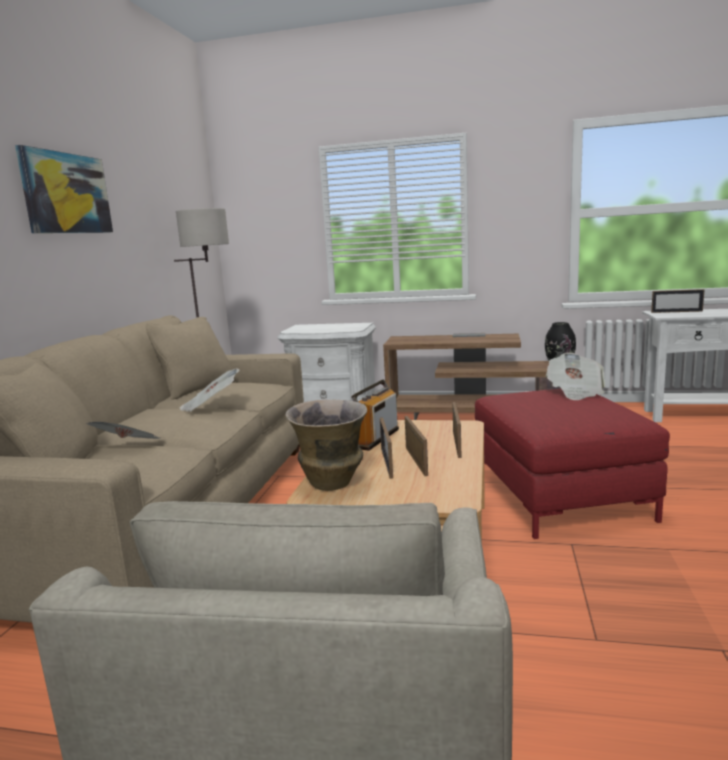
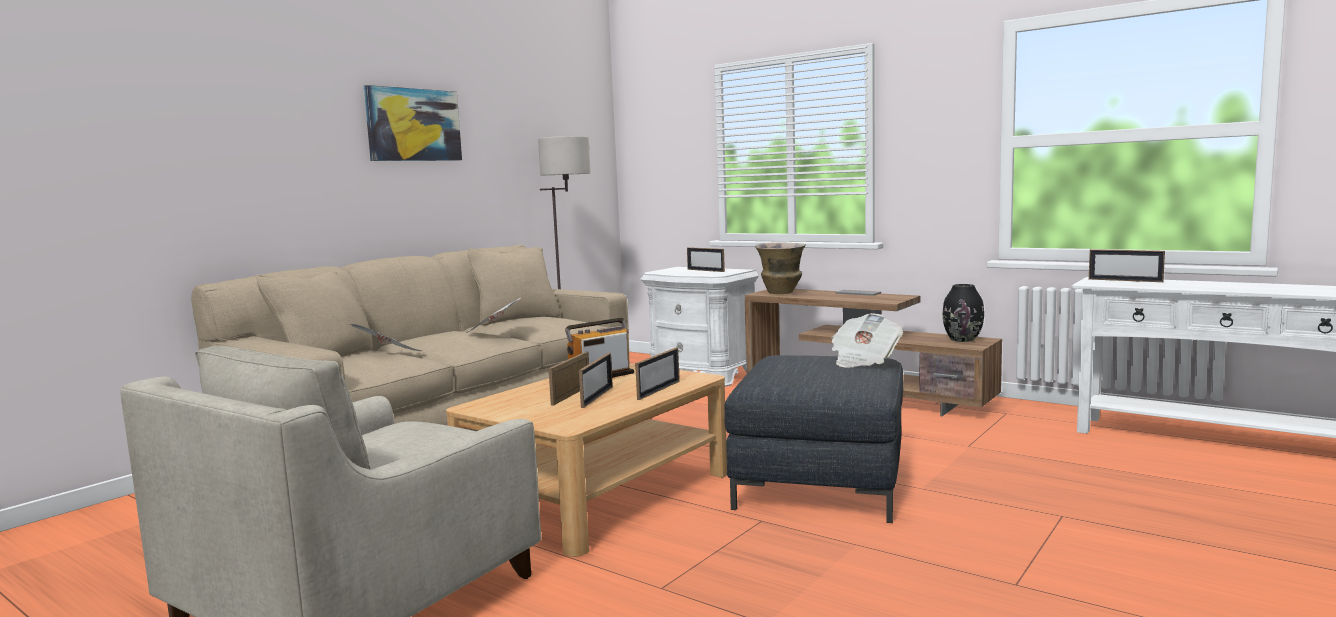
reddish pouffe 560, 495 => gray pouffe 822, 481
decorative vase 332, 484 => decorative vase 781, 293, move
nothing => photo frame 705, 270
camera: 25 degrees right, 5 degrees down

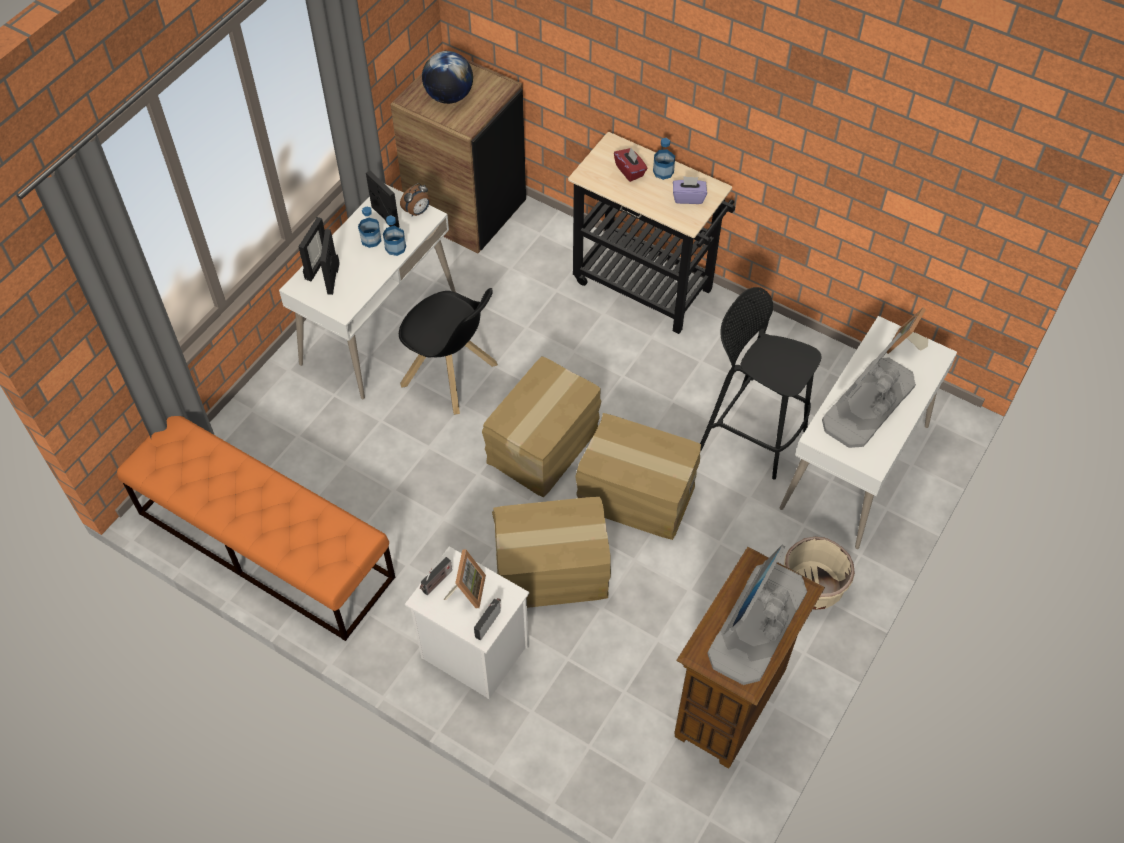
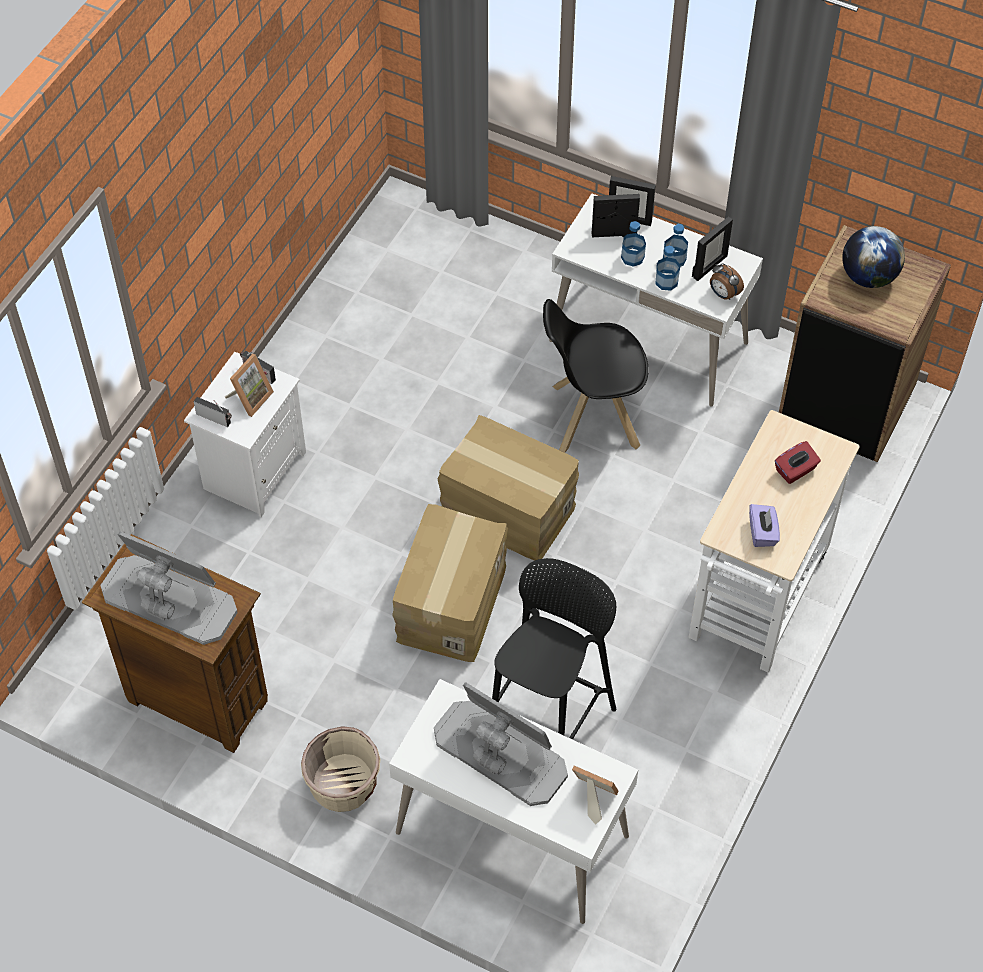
black cart 645, 287 => white-coloured cart 757, 598
bottle 663, 171 => bottle 632, 257, move
black upright chair 451, 376 => black upright chair 592, 416, 60 degrees clockwise
orange-coloured indoor bench 264, 544 => nothing
packing box 551, 572 => nothing
photo frame 467, 590 => photo frame 250, 398, 60 degrees counterclockwise
camera: 85 degrees right, 0 degrees up

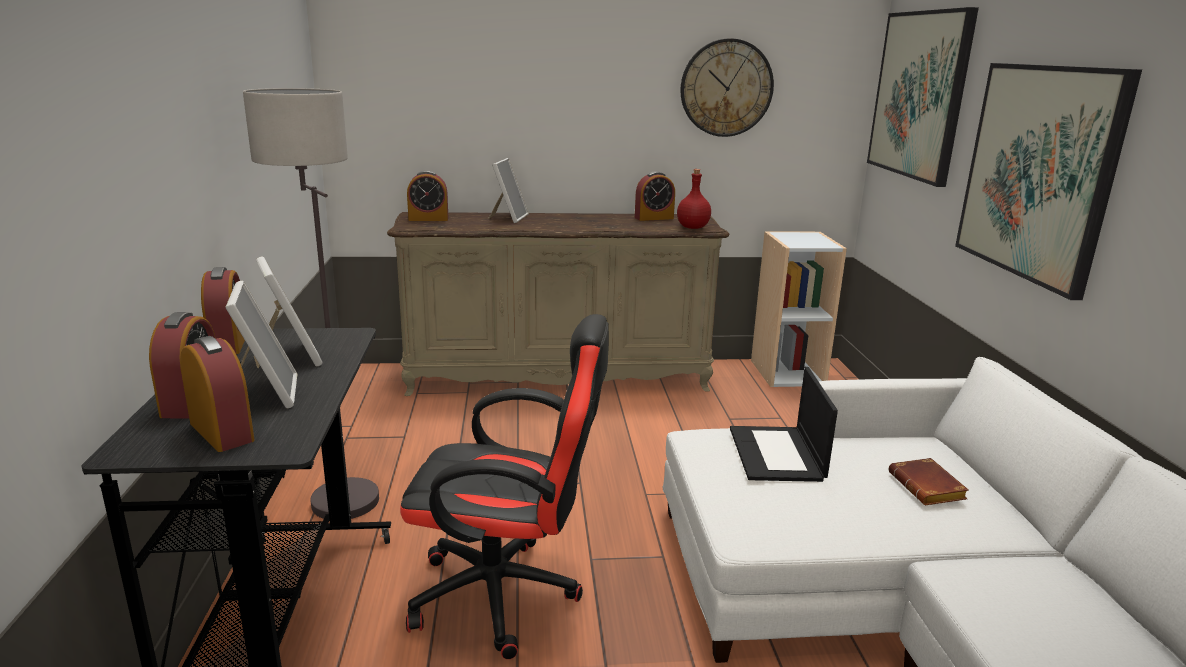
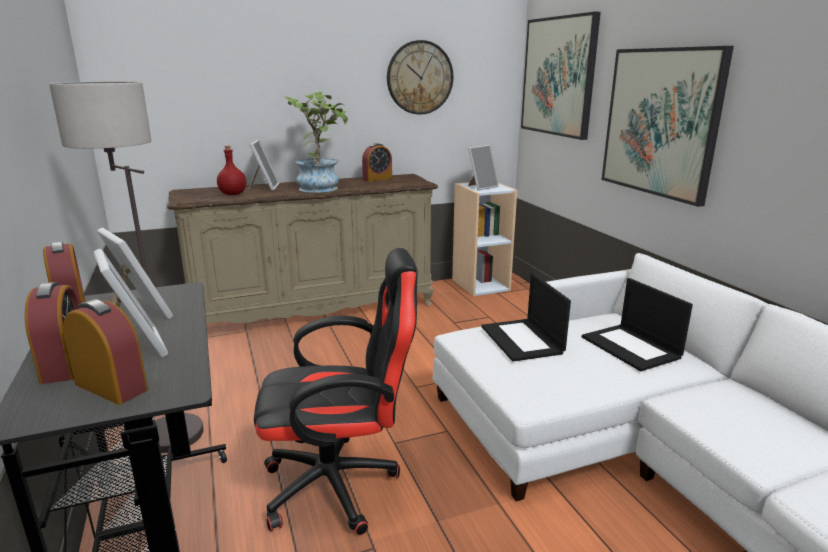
reddish bottle 692, 227 => reddish bottle 232, 194, move
alarm clock 428, 219 => nothing
brown volume 929, 488 => laptop 632, 347
nothing => plant in a pot 321, 187
nothing => photo frame 481, 187
camera: 15 degrees left, 0 degrees up

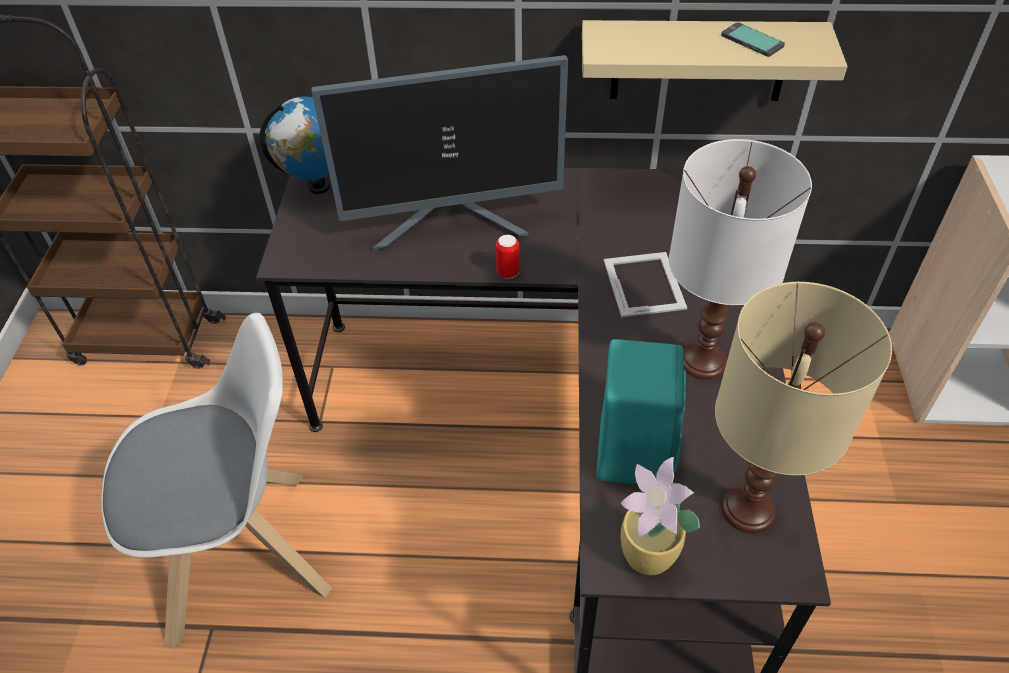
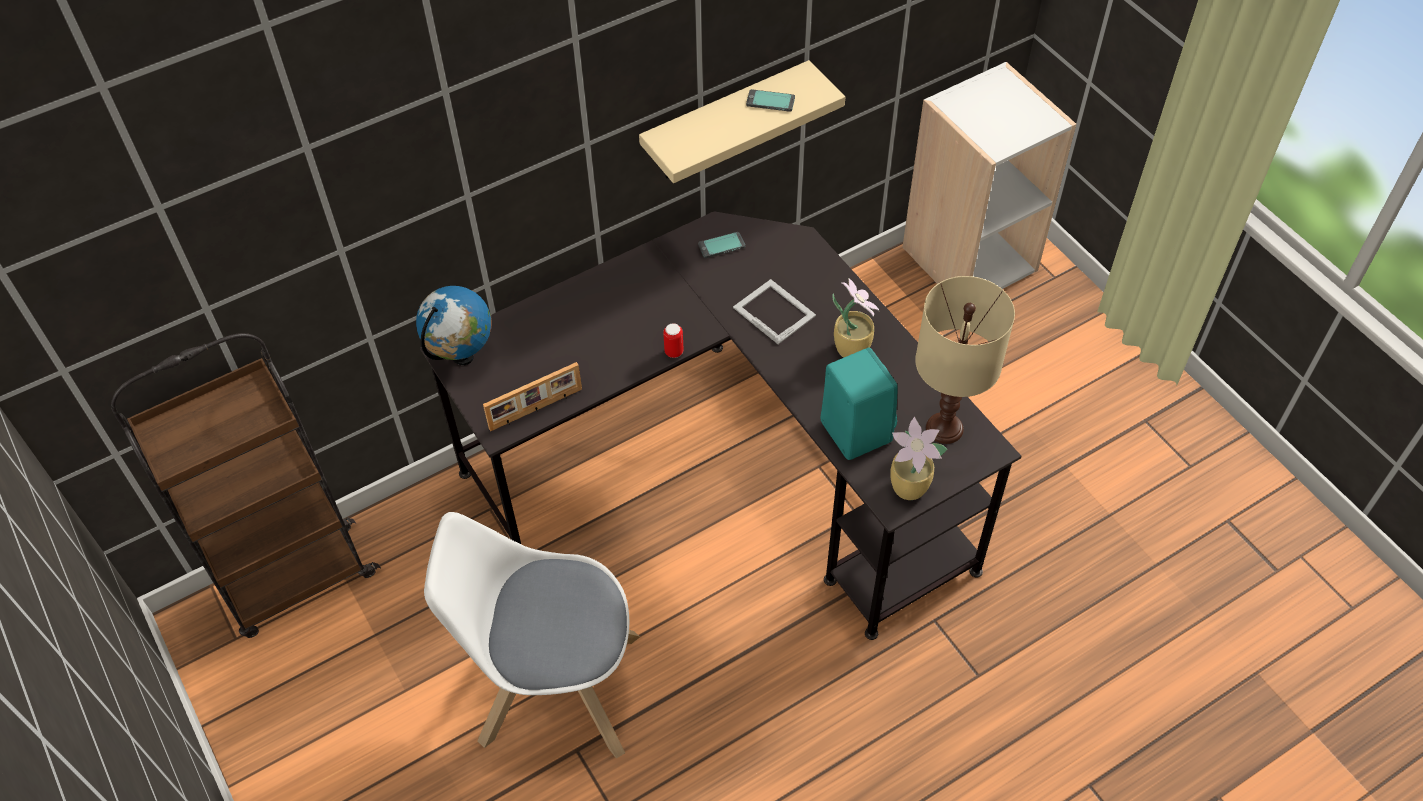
computer screen 452, 221 => nothing
white-coloured lamp for a table 702, 360 => plant in a pot 851, 347
upright chair 246, 553 => upright chair 554, 687, 120 degrees counterclockwise
nothing => handset 721, 246
nothing => photo frame 536, 409
camera: 35 degrees left, 5 degrees up

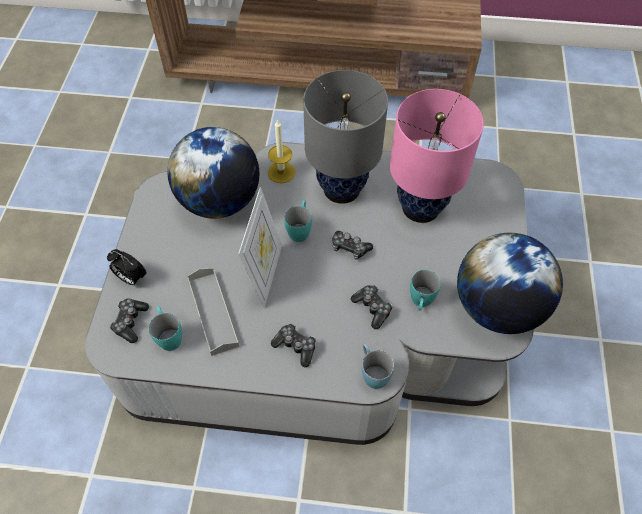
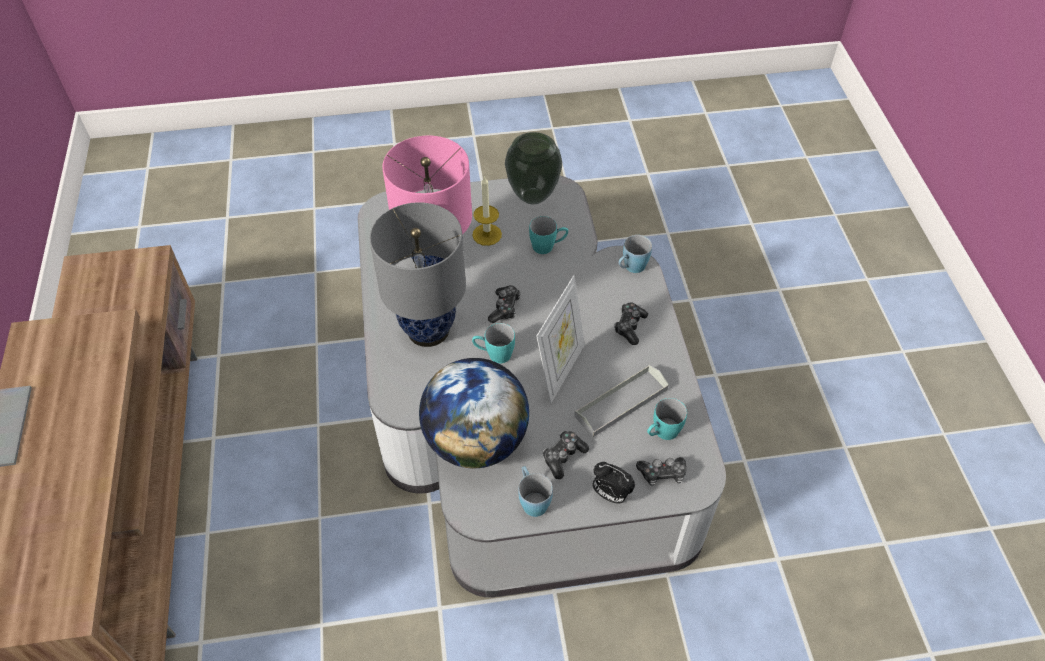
wax light 281, 172 => wax light 487, 234, move
photo frame 265, 274 => photo frame 560, 370, 120 degrees clockwise
world globe 497, 307 => decorative vase 534, 197
alarm clock 131, 278 => alarm clock 610, 494, 105 degrees clockwise
game controller 372, 308 => game controller 563, 457, move
nothing => blue-coloured tea mug 532, 500
camera: 105 degrees left, 5 degrees down

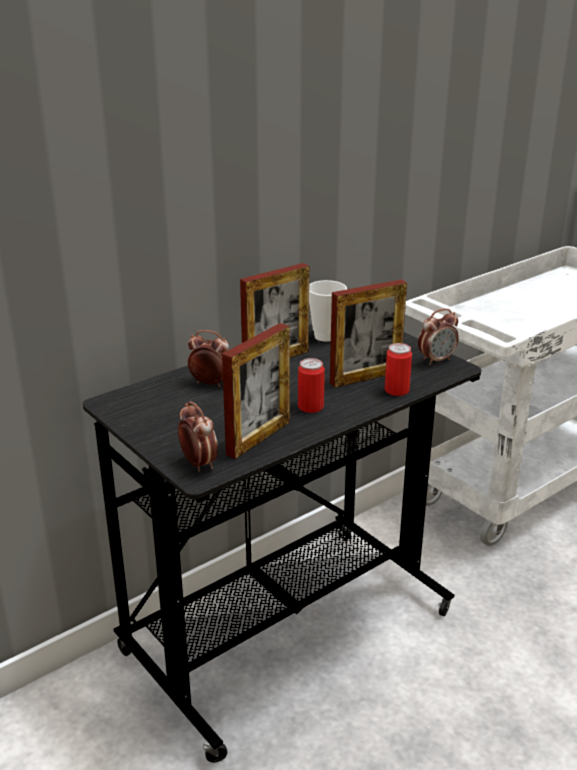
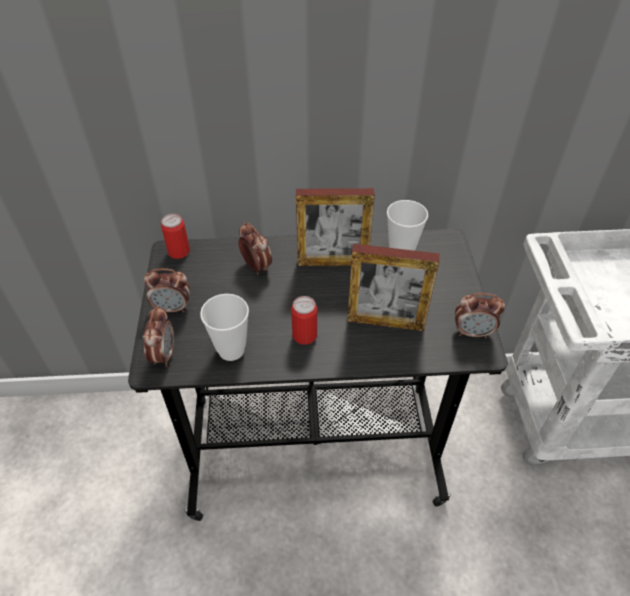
photo frame 258, 438 => small cup 231, 350
metal can 396, 390 => metal can 179, 252, move
nothing => alarm clock 173, 308
camera: 35 degrees right, 20 degrees up

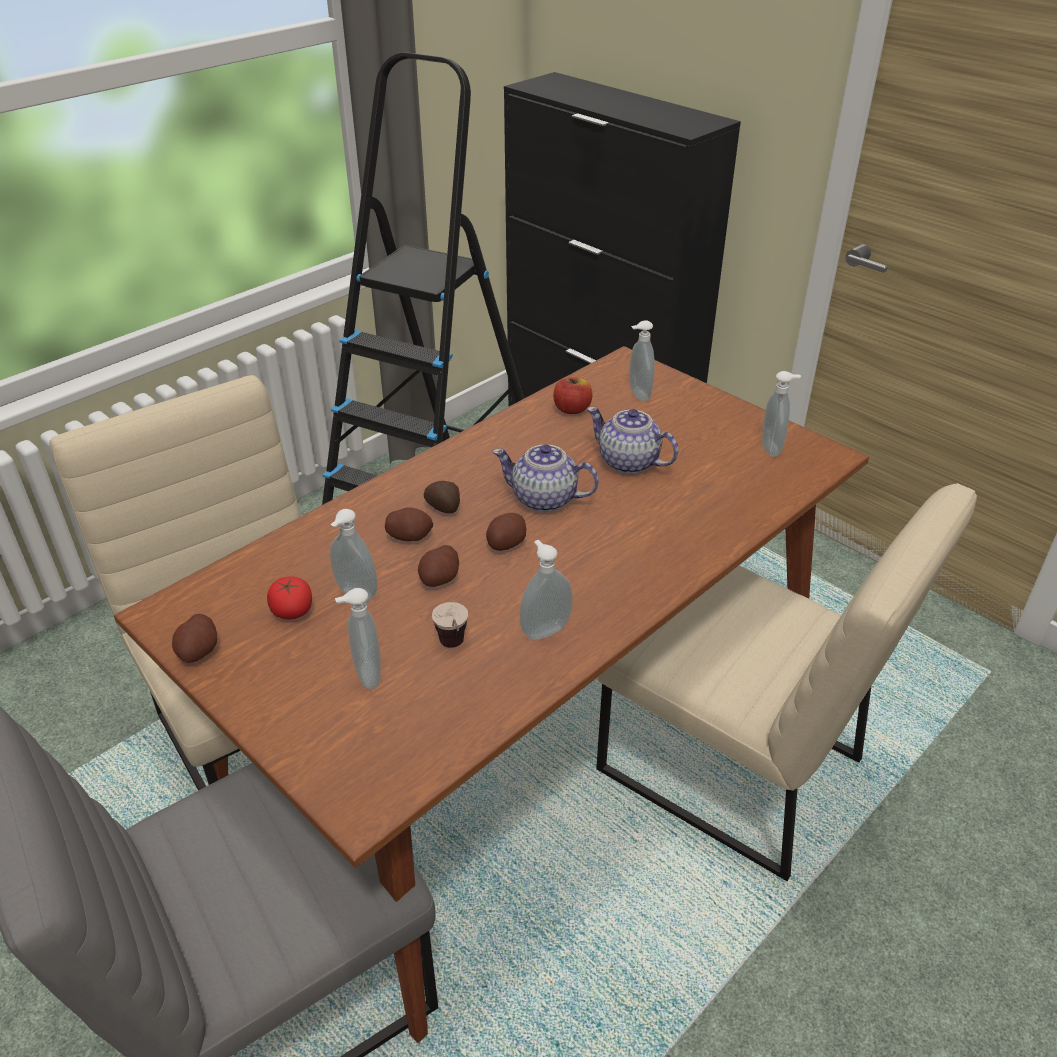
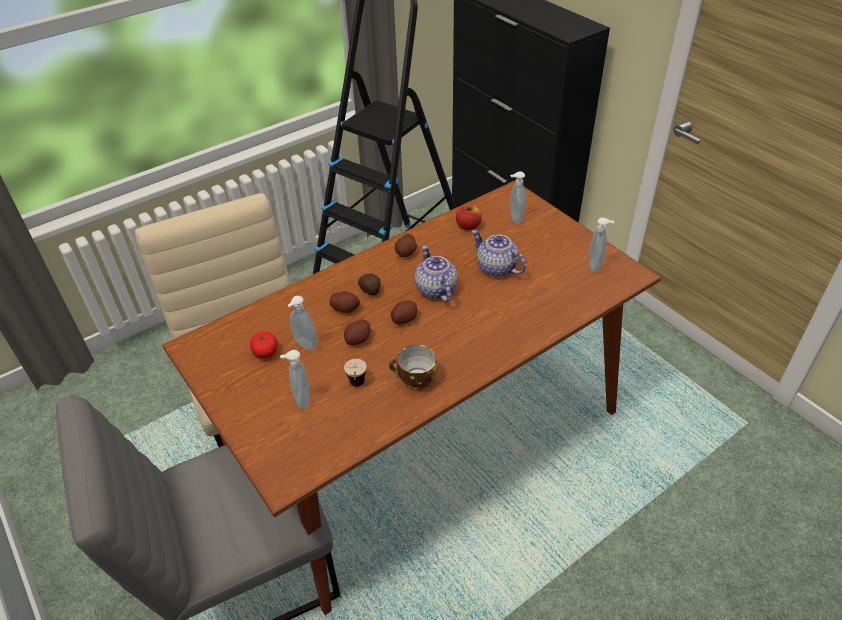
pot for tea 545, 499 => pot for tea 436, 290, 45 degrees clockwise
beige-coloured upright chair 736, 770 => nothing
soap dispenser 544, 629 => small cup 415, 380
spud 199, 651 => spud 406, 252, move
camera: 10 degrees right, 5 degrees up

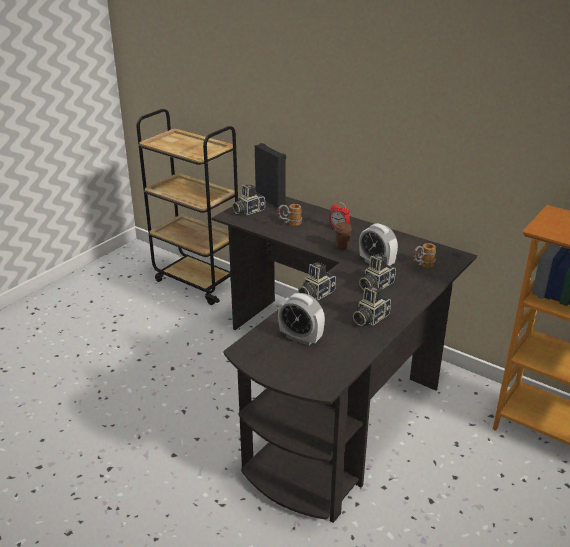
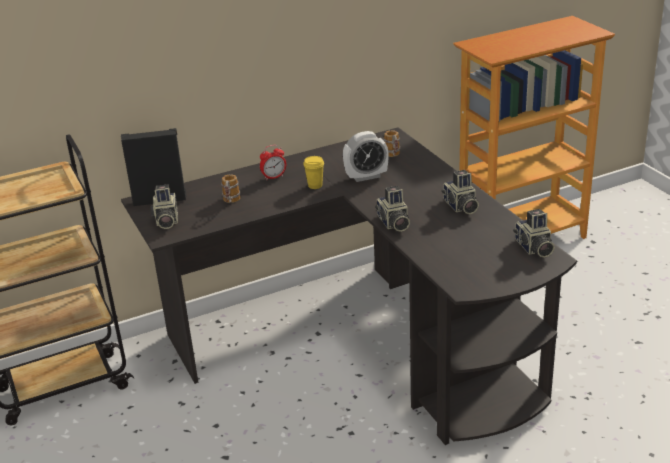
brown small cup 342, 247 => yellowish small cup 315, 185
still camera 375, 285 => still camera 533, 248, move
alarm clock 300, 338 => nothing
camera: 60 degrees left, 0 degrees up

